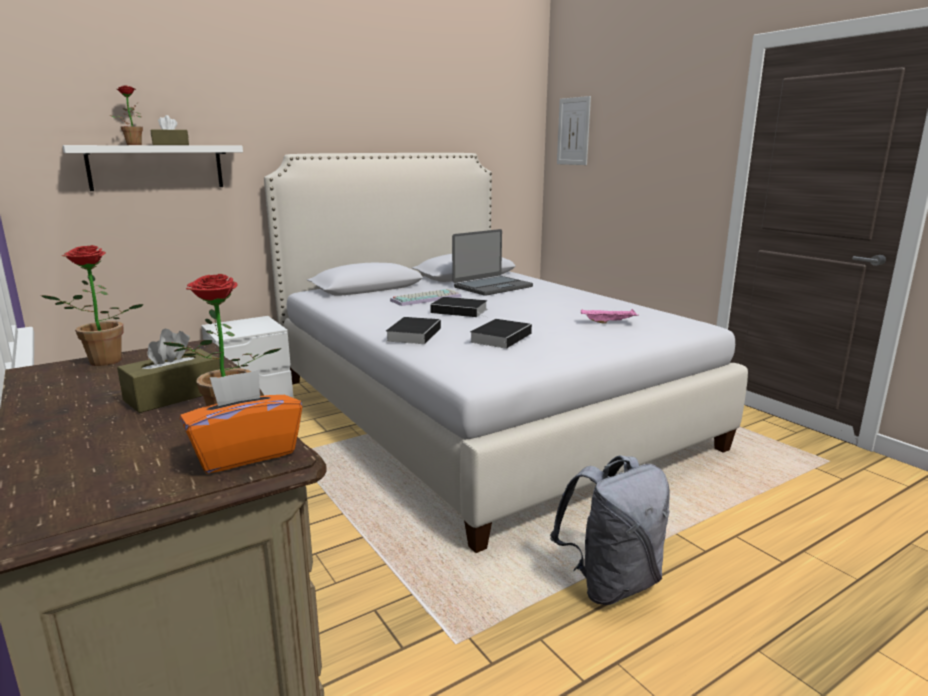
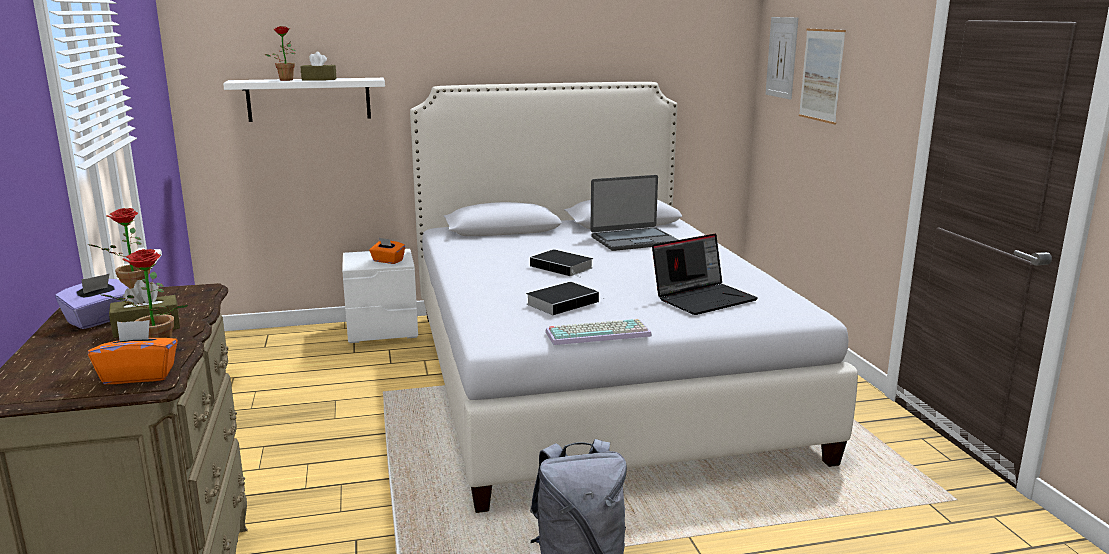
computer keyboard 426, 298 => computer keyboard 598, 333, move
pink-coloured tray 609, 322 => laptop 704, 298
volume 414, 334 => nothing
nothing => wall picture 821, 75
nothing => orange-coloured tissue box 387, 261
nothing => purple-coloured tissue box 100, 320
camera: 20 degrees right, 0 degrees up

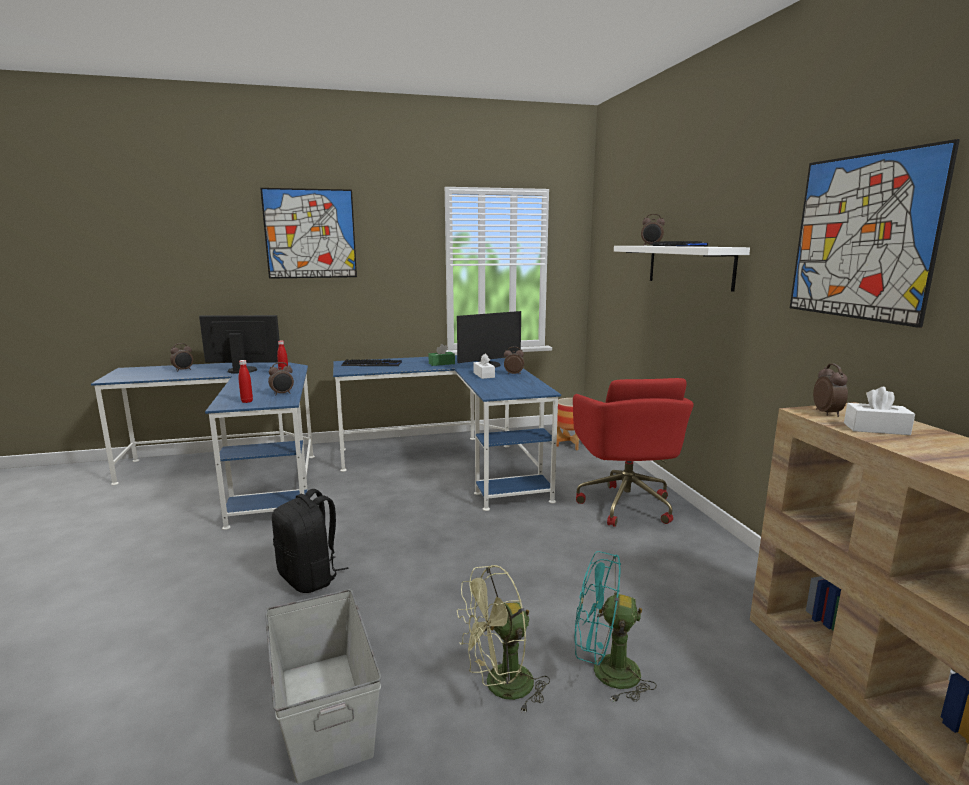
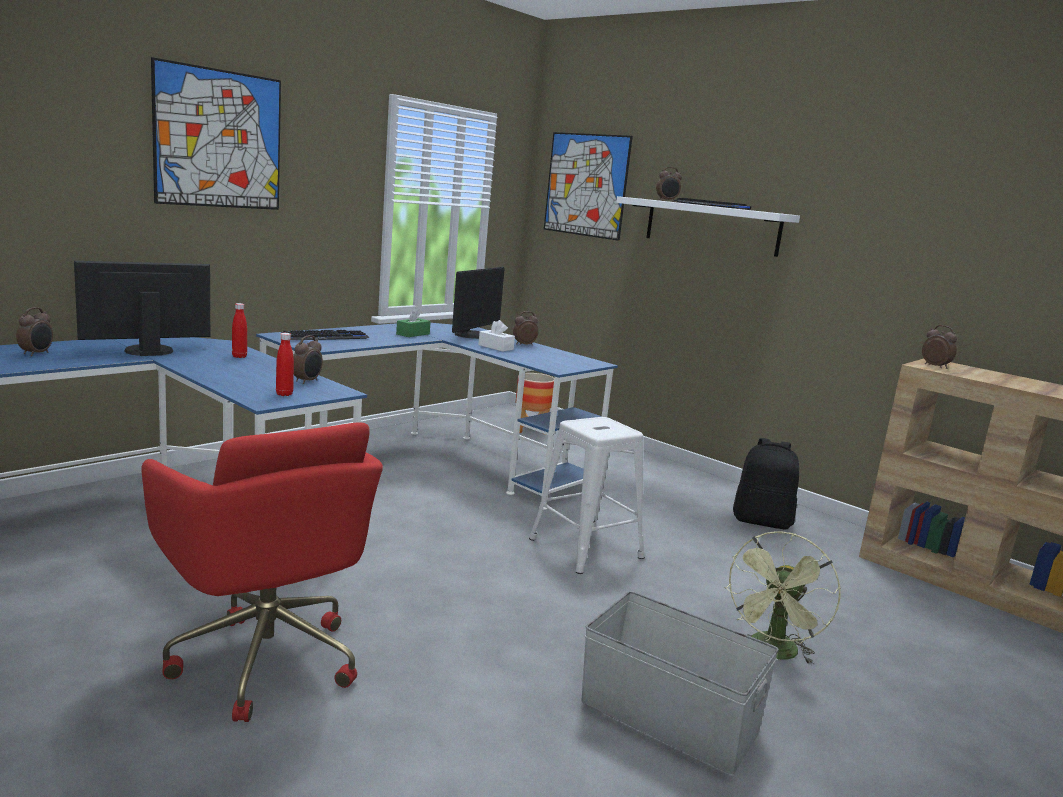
wall picture 861, 237 => wall picture 586, 185, move
reddish desk chair 624, 504 => reddish desk chair 262, 658, move
white-coloured tissue box 876, 429 => nothing
black backpack 310, 578 => black backpack 762, 521, move
blue-green cooling fan 605, 672 => nothing
nothing => white-coloured sitting stool 586, 548
camera: 35 degrees left, 0 degrees up

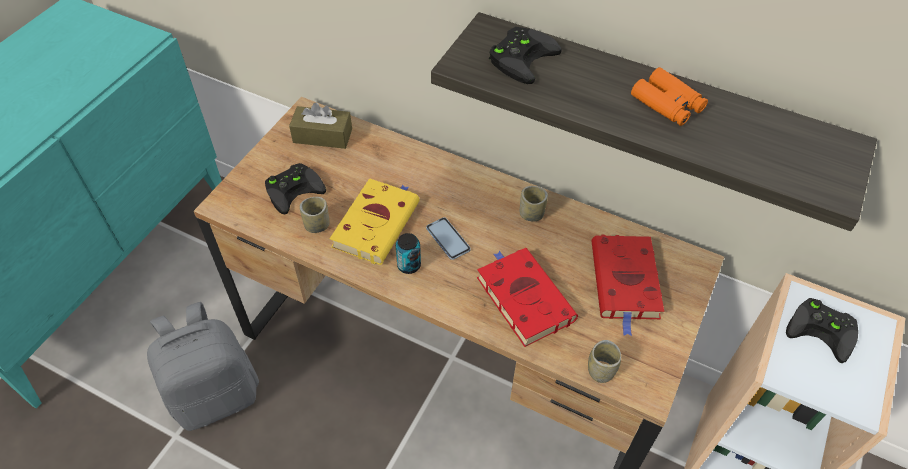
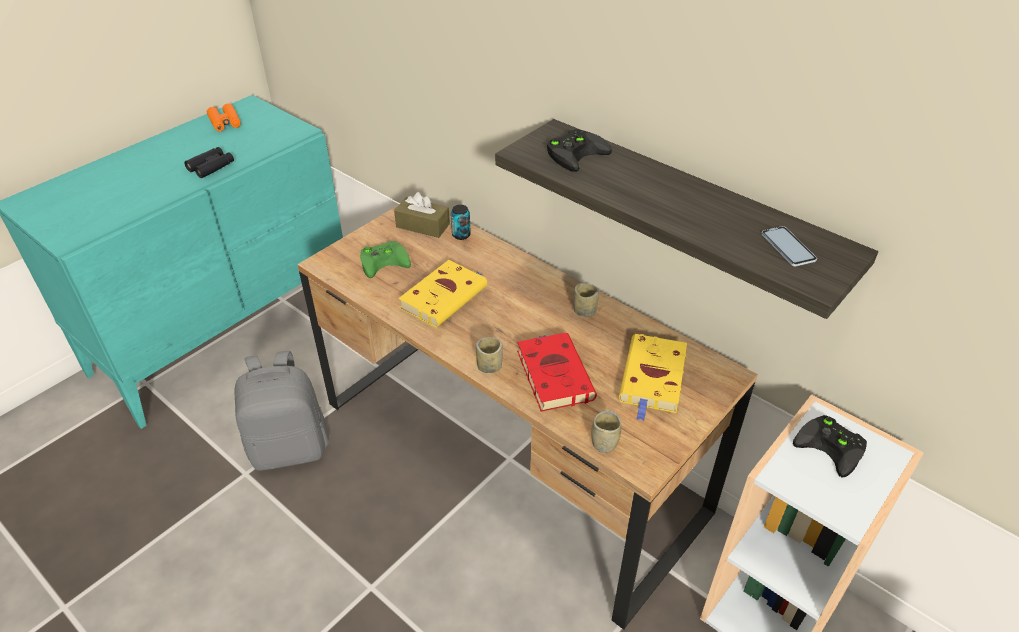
orange-coloured pair of binoculars 667, 104 => orange-coloured pair of binoculars 225, 122, move
black game controller 294, 188 => green game controller 385, 260
small cup 317, 225 => small cup 489, 366, move
handset 448, 239 => handset 788, 247, move
metal can 409, 265 => metal can 461, 235, move
reddish volume 625, 283 => yellowish volume 653, 379
nothing => black pair of binoculars 211, 167
camera: 15 degrees right, 10 degrees down

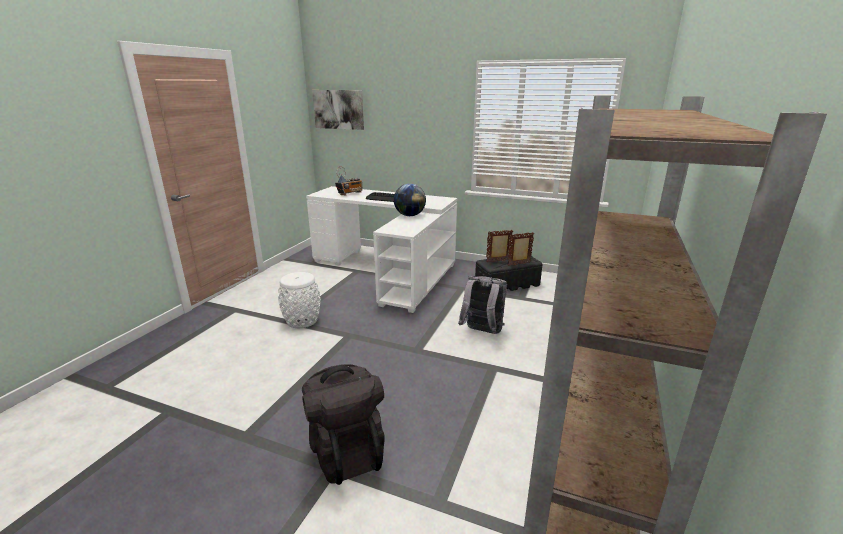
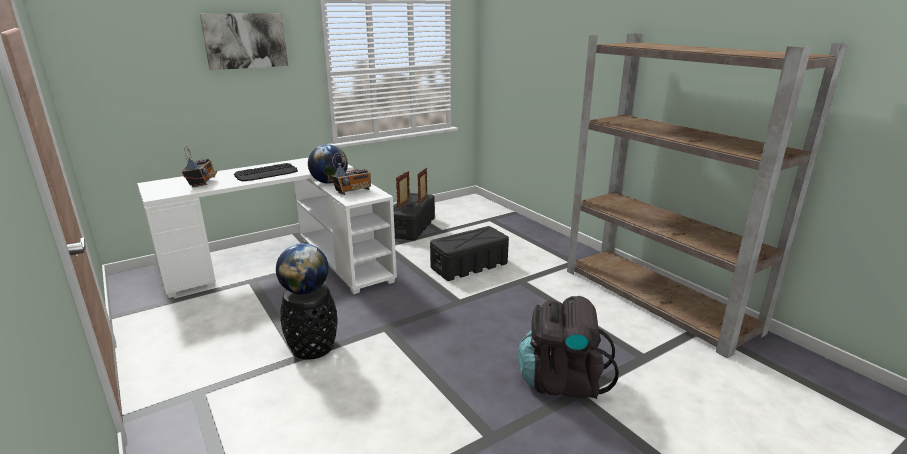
wall picture 338, 109 => wall picture 245, 41, move
white-coloured sitting stool 302, 321 => black sitting stool 312, 347
gray backpack 482, 332 => black storage bin 468, 266
nothing => radio 353, 191
nothing => world globe 305, 290
camera: 55 degrees left, 0 degrees up

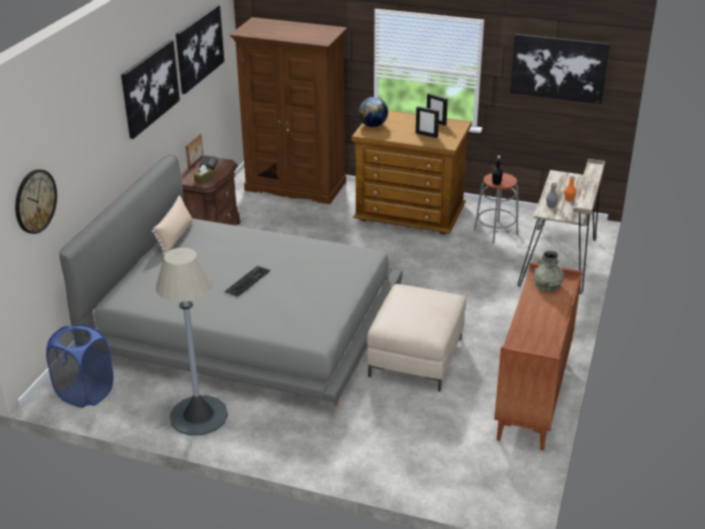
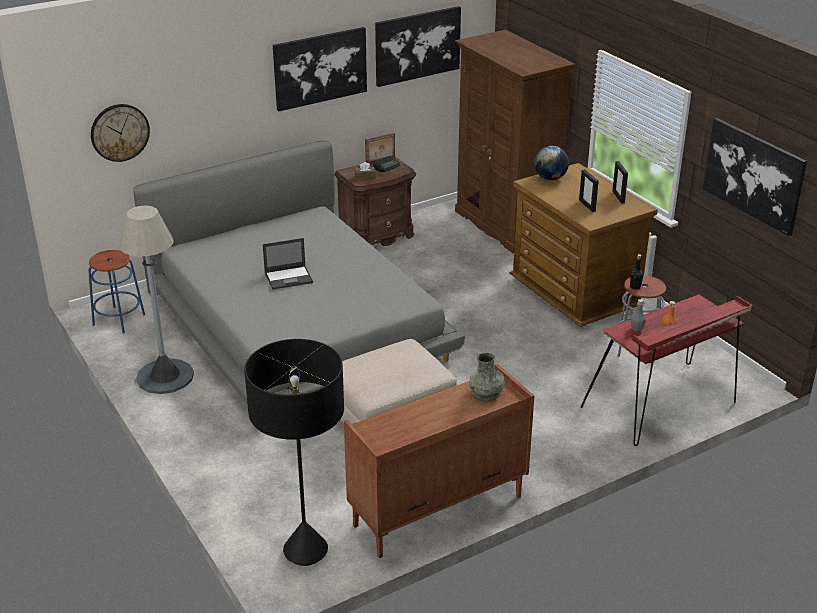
beige-coloured desk table 560, 261 => reddish desk table 662, 405
beige-coloured throw pillow 175, 237 => nothing
computer keyboard 247, 280 => laptop 289, 277
blue-coloured hamper 85, 393 => blue-coloured sitting stool 119, 320
nothing => black standing lamp 305, 553
camera: 40 degrees right, 0 degrees up

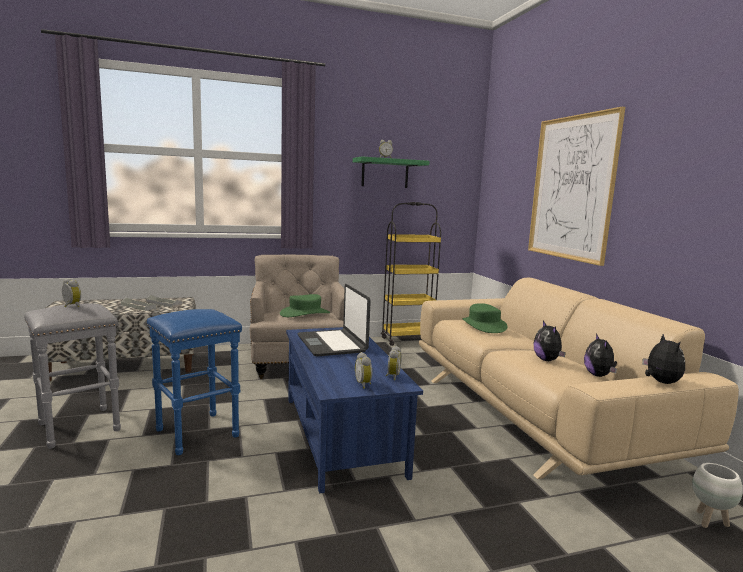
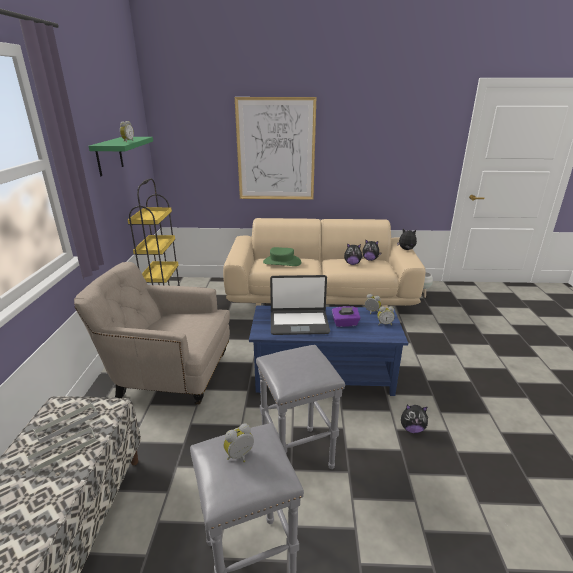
green hat 305, 313 => nothing
blue-coloured sitting stool 198, 432 => gray sitting stool 295, 454
nothing => purple-coloured tissue box 345, 323
nothing => cuddly toy 412, 428
camera: 70 degrees left, 15 degrees up

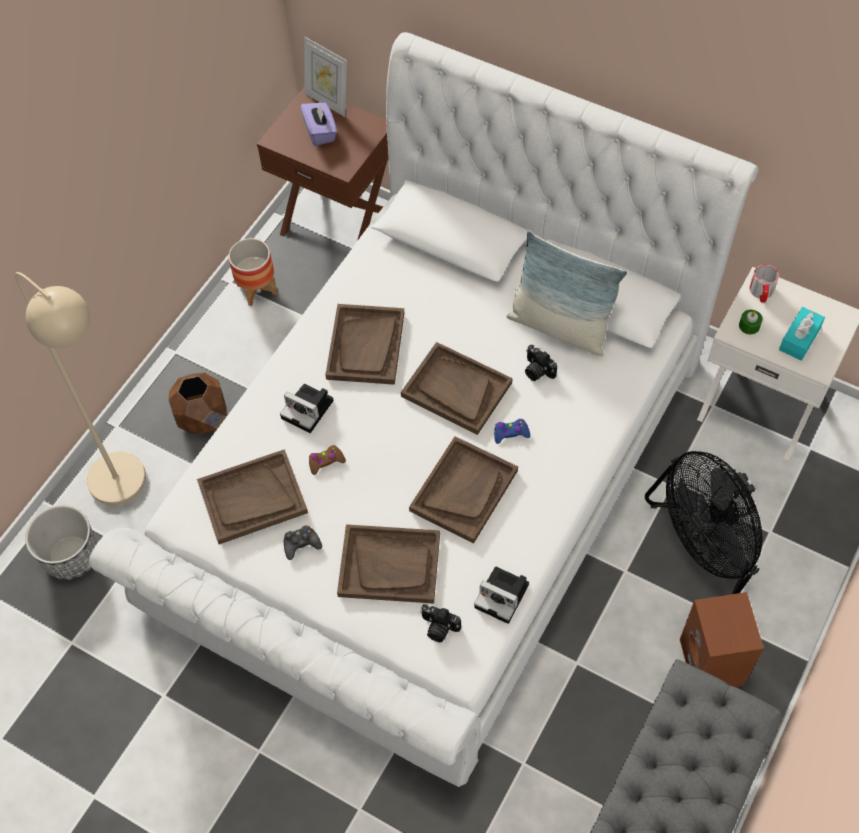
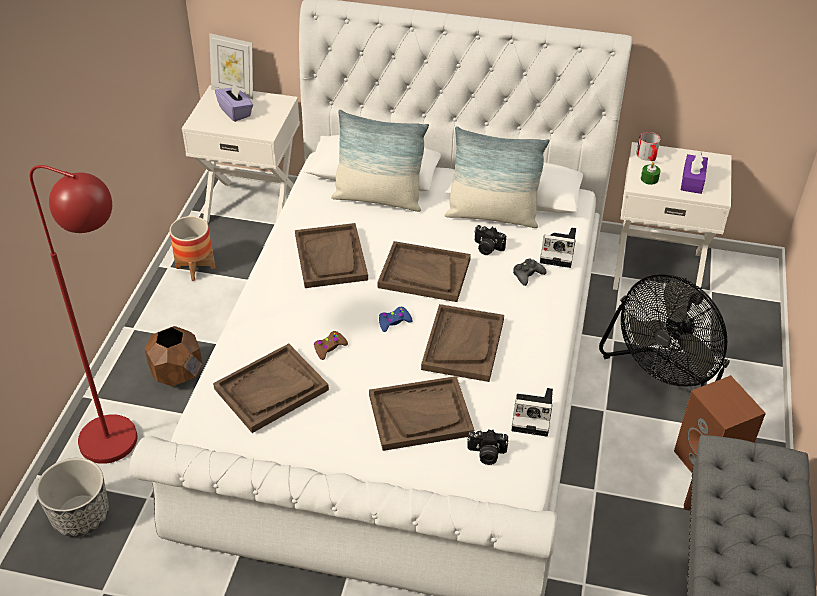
brown nightstand 339, 221 => white-coloured nightstand 252, 207
beige-coloured standing lamp 130, 491 => reddish standing lamp 124, 447
blue-green tissue box 799, 339 => purple-coloured tissue box 692, 180
still camera 309, 409 => still camera 559, 252, move
blue-coloured game controller 510, 433 => blue-coloured game controller 394, 322, move
black game controller 301, 544 => black game controller 527, 275, move
nothing => throw pillow 378, 198
camera: 20 degrees left, 15 degrees down

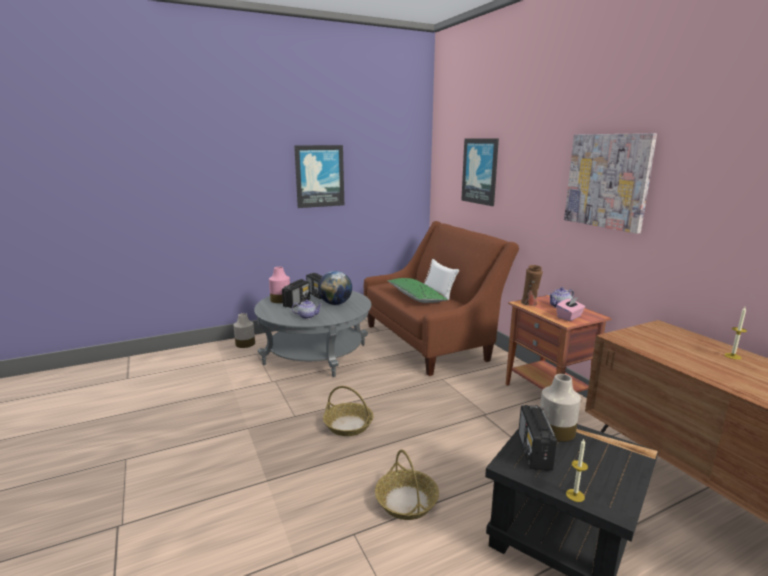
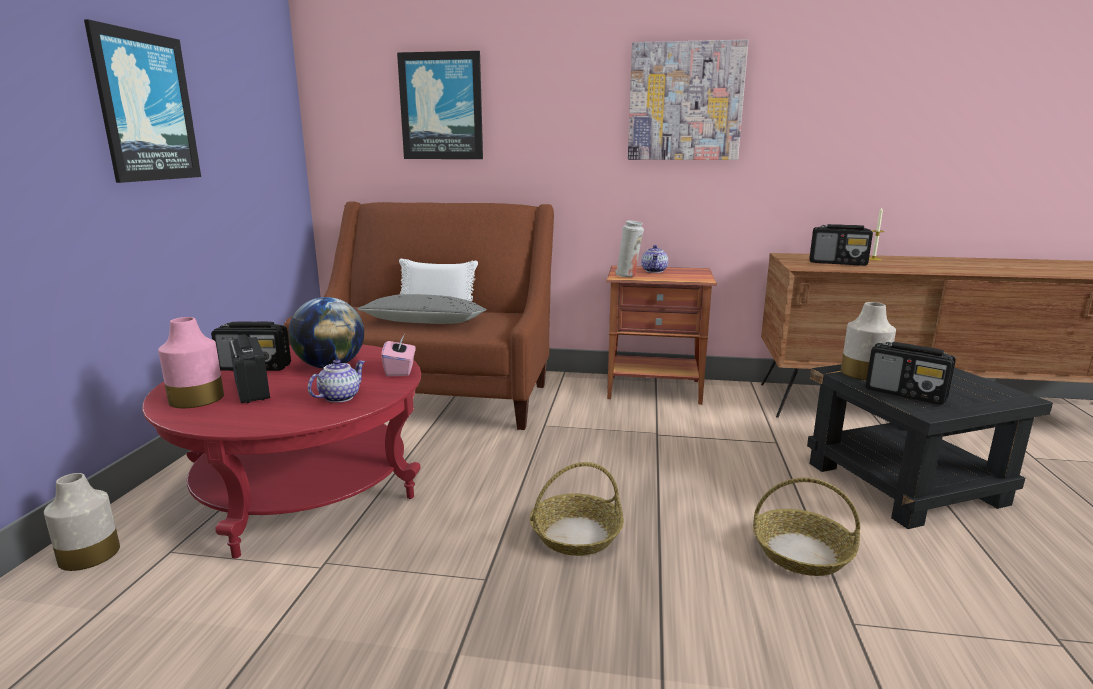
brown decorative vase 530, 304 => white-coloured decorative vase 628, 275
green throw pillow 416, 297 => gray throw pillow 424, 323
gray lounge table 316, 354 => reddish lounge table 305, 488
pink-coloured tissue box 569, 317 => pink-coloured tissue box 400, 370, move
wax light 575, 495 => nothing
nothing => radio 838, 263
camera: 55 degrees left, 0 degrees up

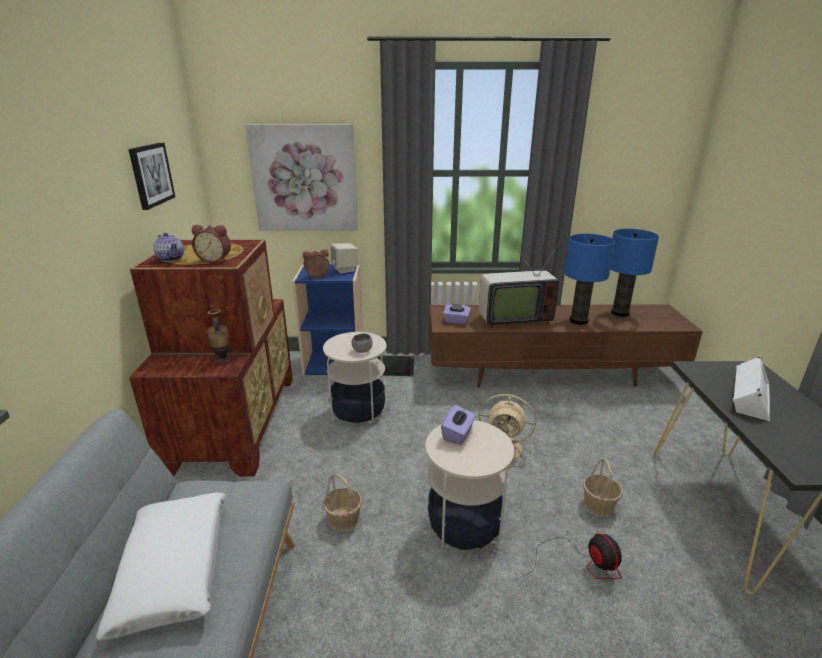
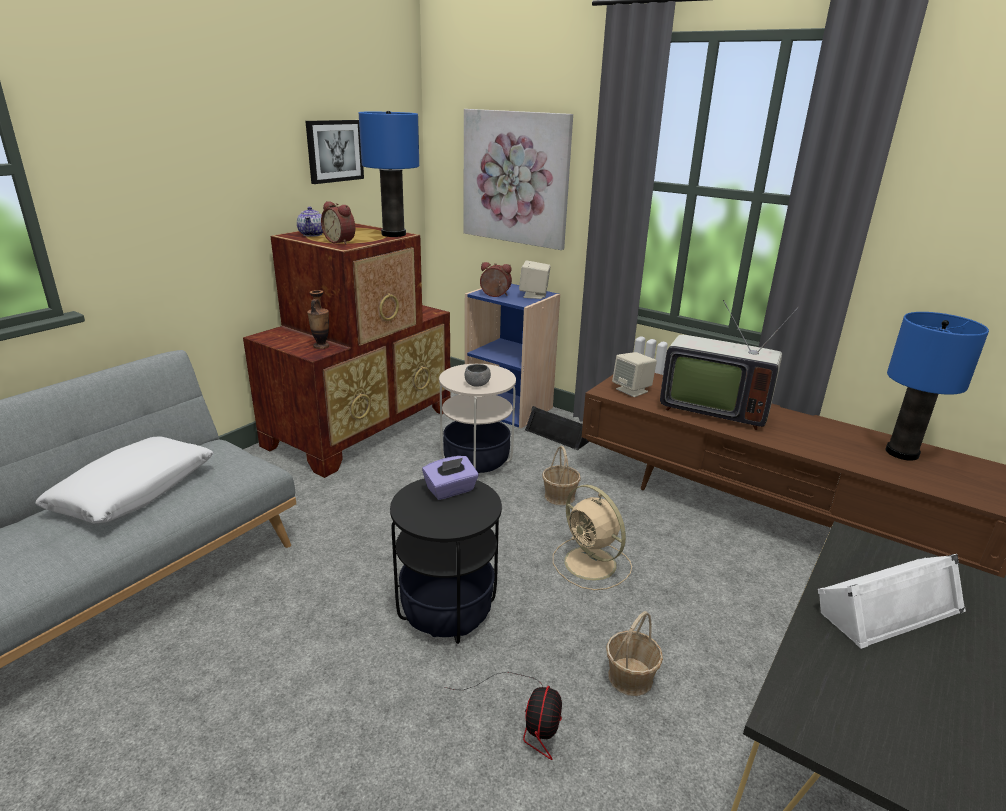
blue-coloured lamp for a table 578, 320 => blue-coloured lamp for a table 394, 234, move
purple-coloured tissue box 456, 321 => beige-coloured loudspeaker 632, 390
beige-coloured side table 464, 527 => black side table 447, 612
storage basket 344, 519 => storage basket 560, 496, move
camera: 35 degrees right, 0 degrees up

